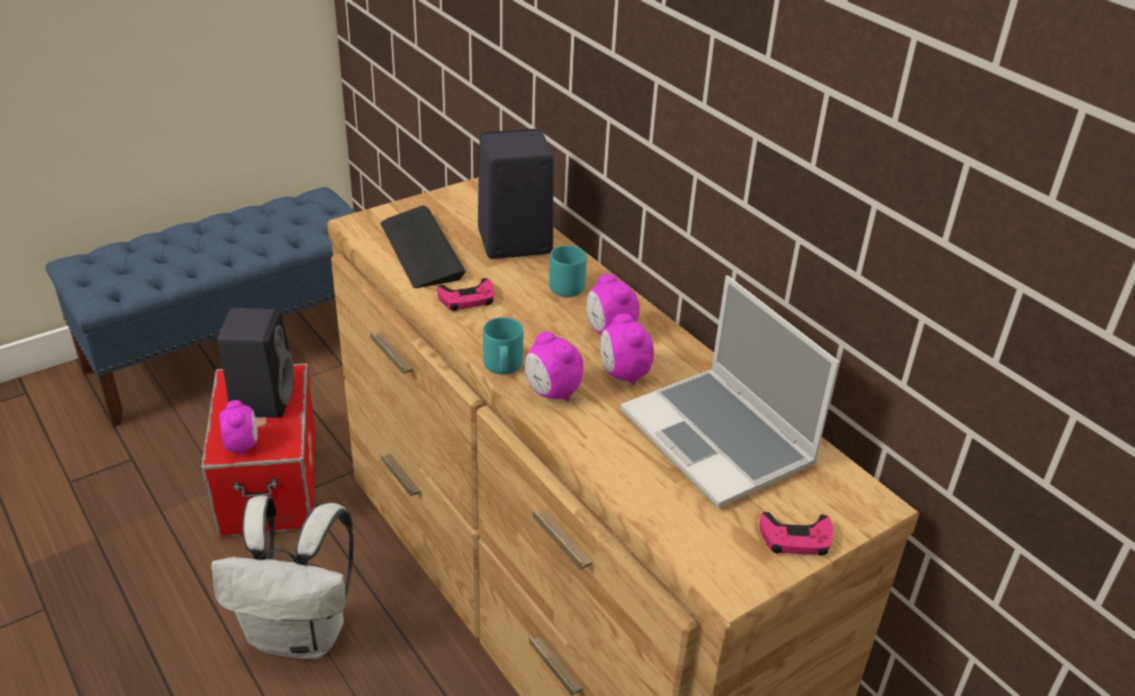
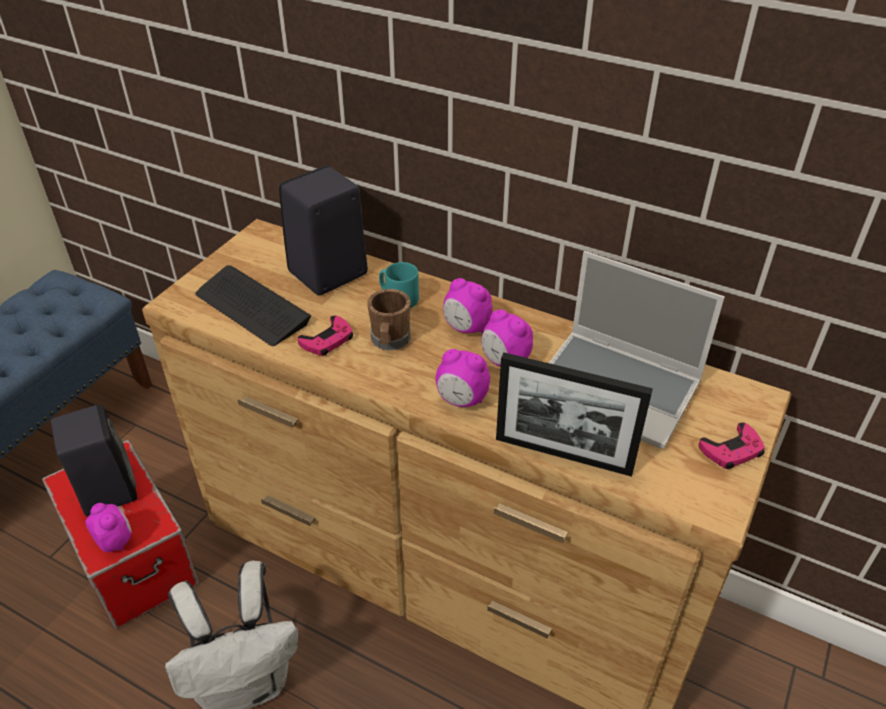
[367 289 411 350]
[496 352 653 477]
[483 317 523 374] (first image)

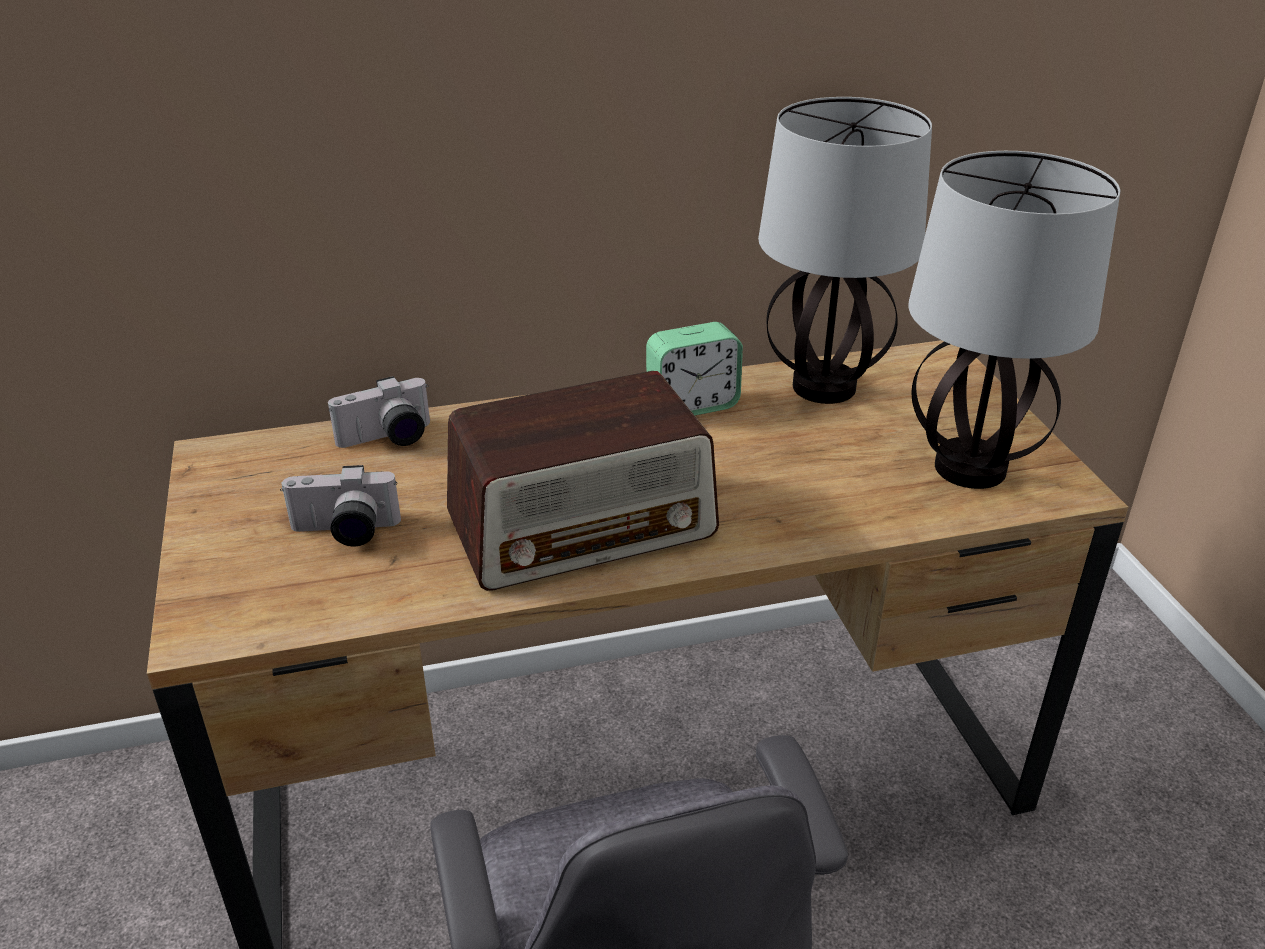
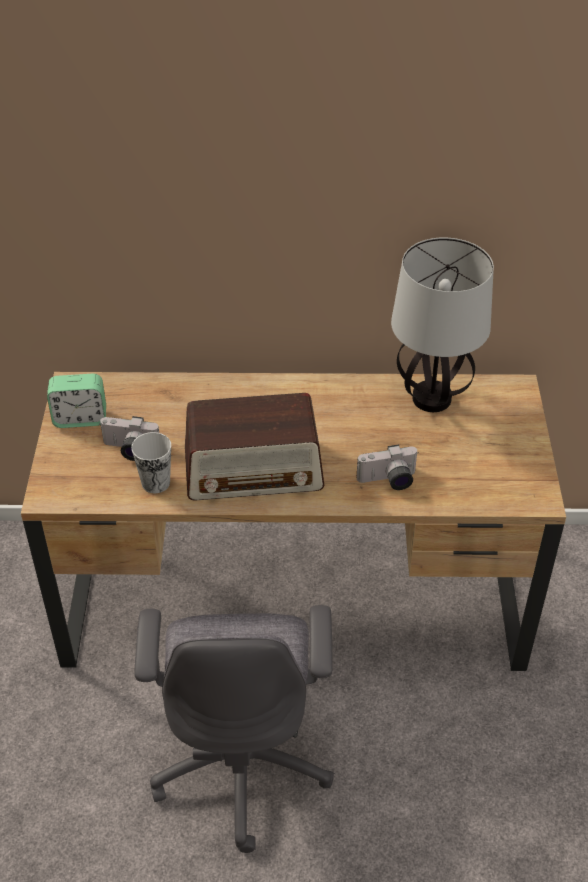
[47 374 106 428]
[131 432 171 493]
[357 444 419 490]
[908 151 1121 489] (first image)

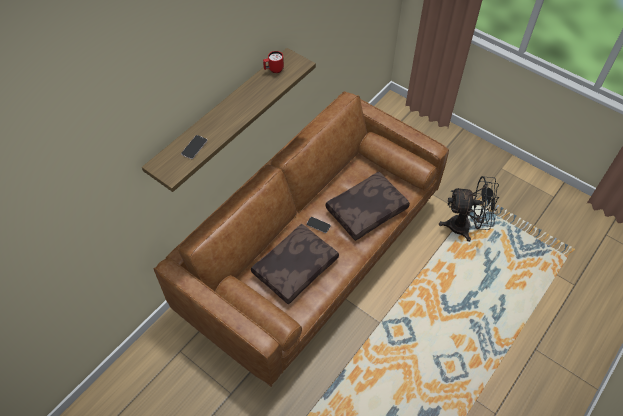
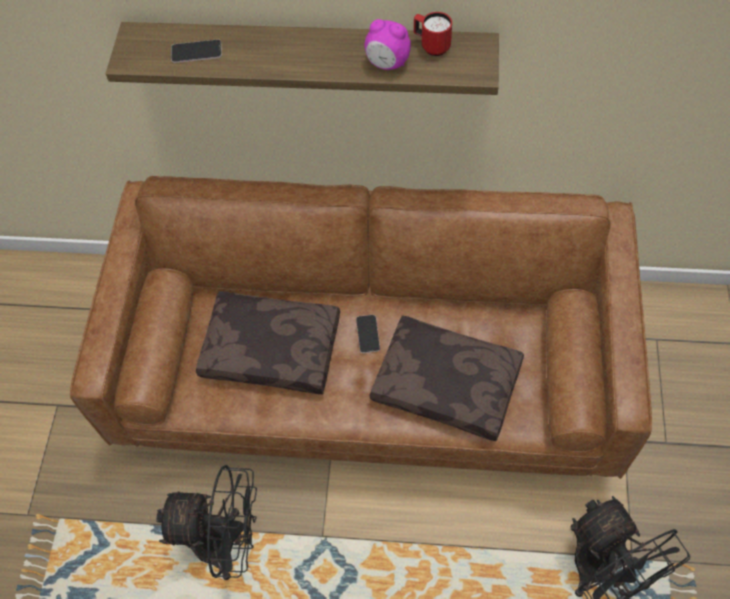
[156 465 257 580]
[365 19 411 70]

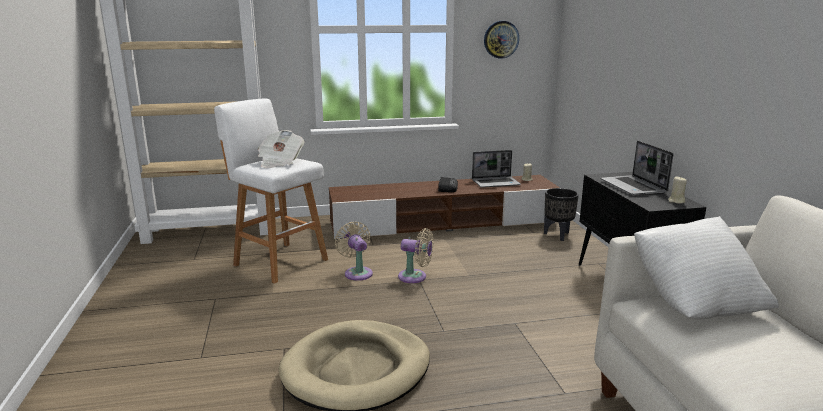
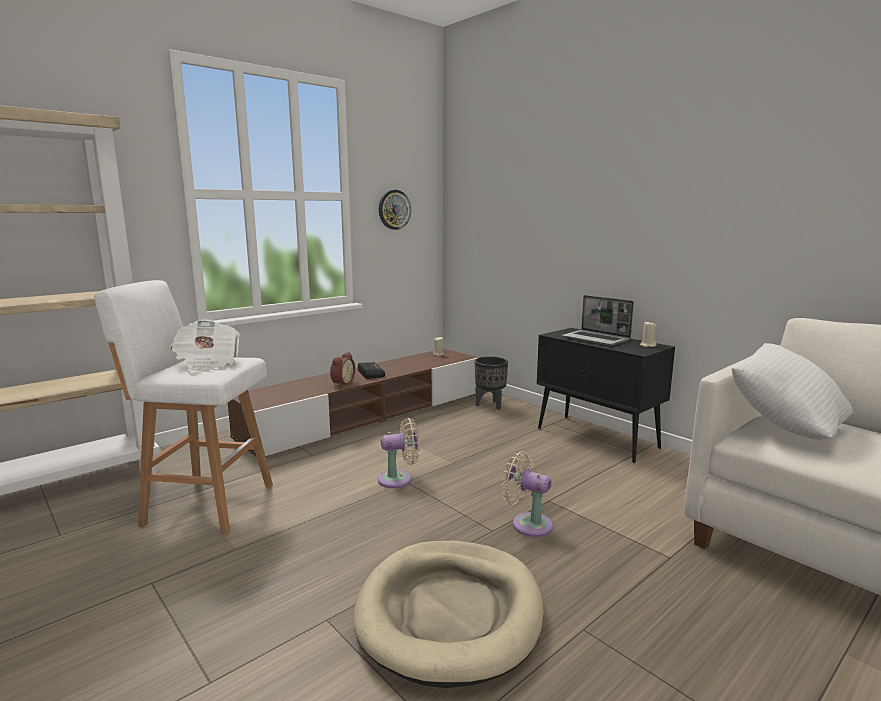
[330 352 355 387]
[502 451 553 537]
[472 150 521 188] (first image)

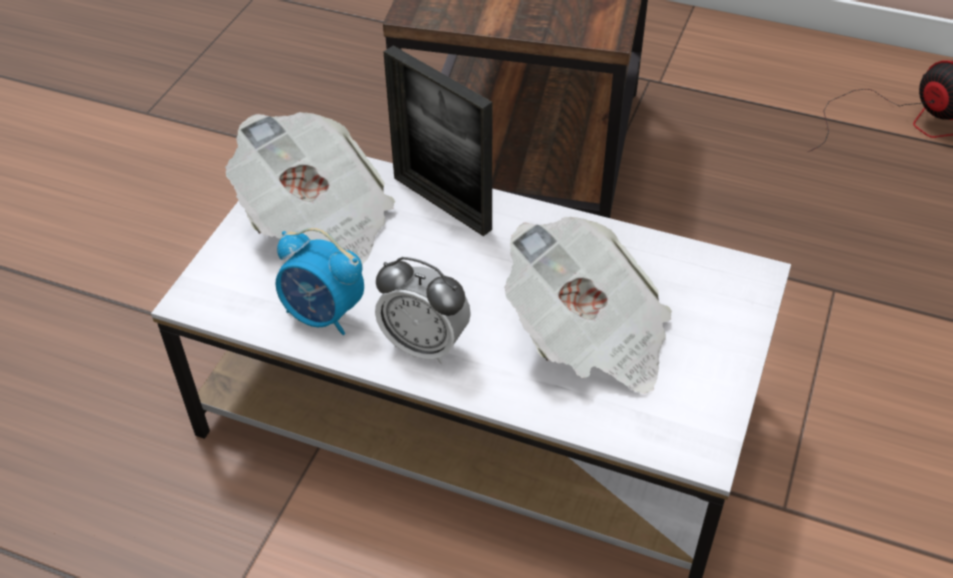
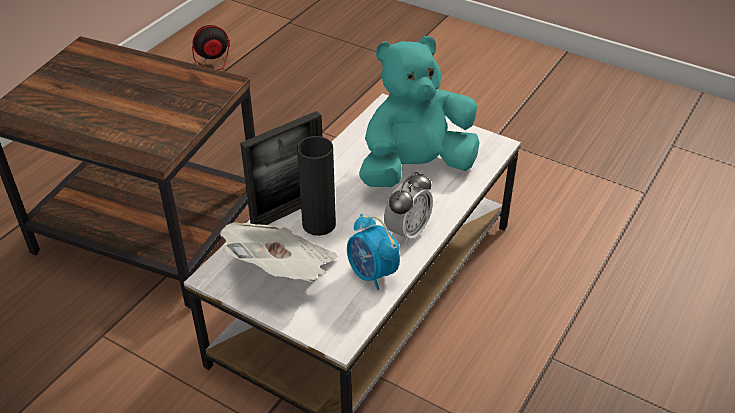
[297 136 336 236]
[347 214 400 290]
[359 36 480 187]

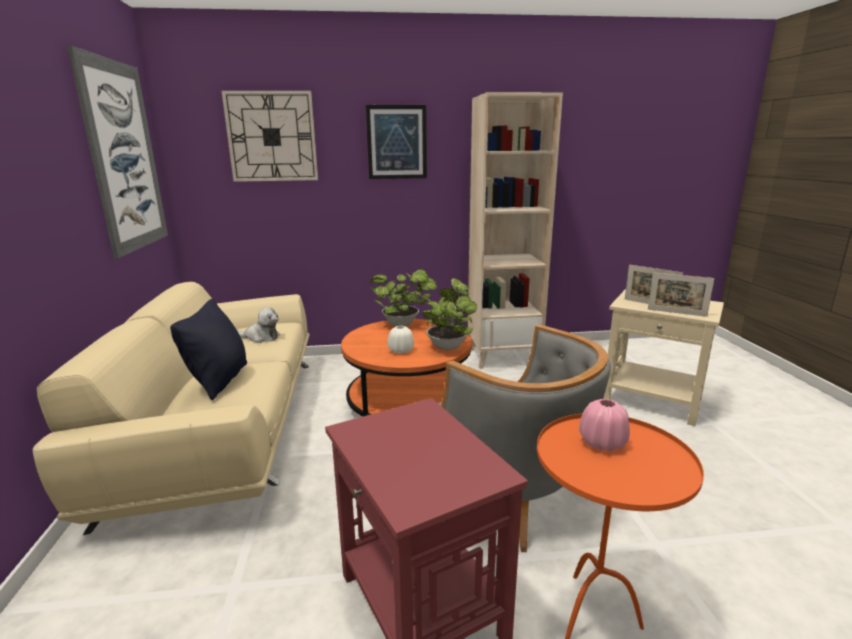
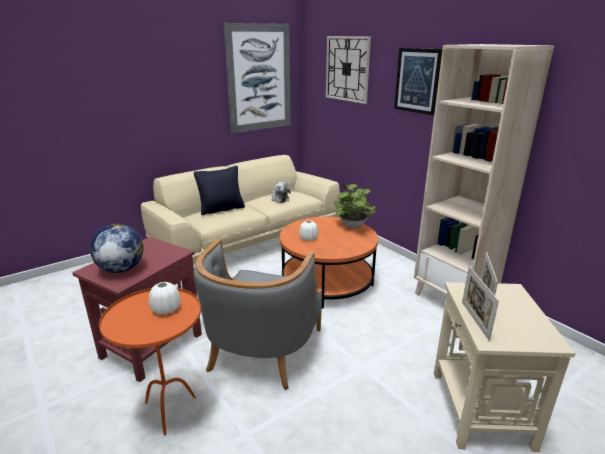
[90 224 144 273]
[149 282 181 315]
[422 278 477 350] (first image)

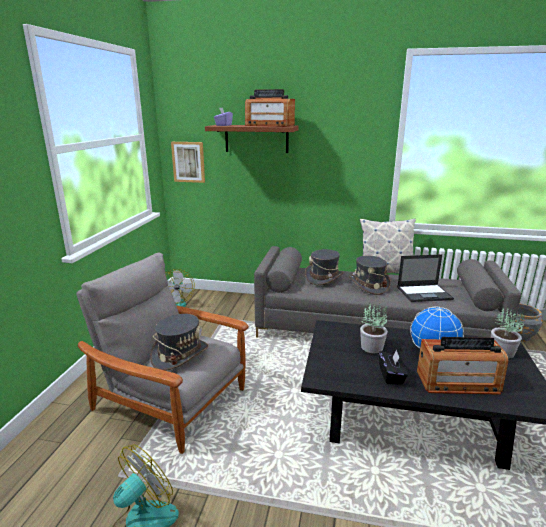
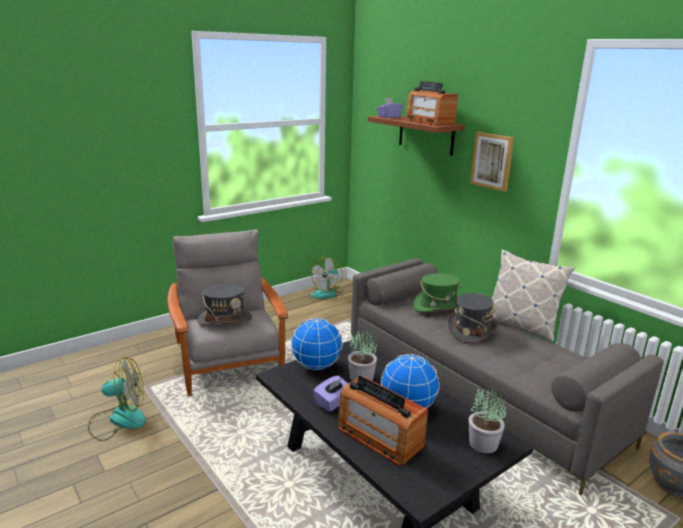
[291 318 343 370]
[313 376 348 412]
[413 273 462 312]
[470 132 514 192]
[397 254 454 302] (first image)

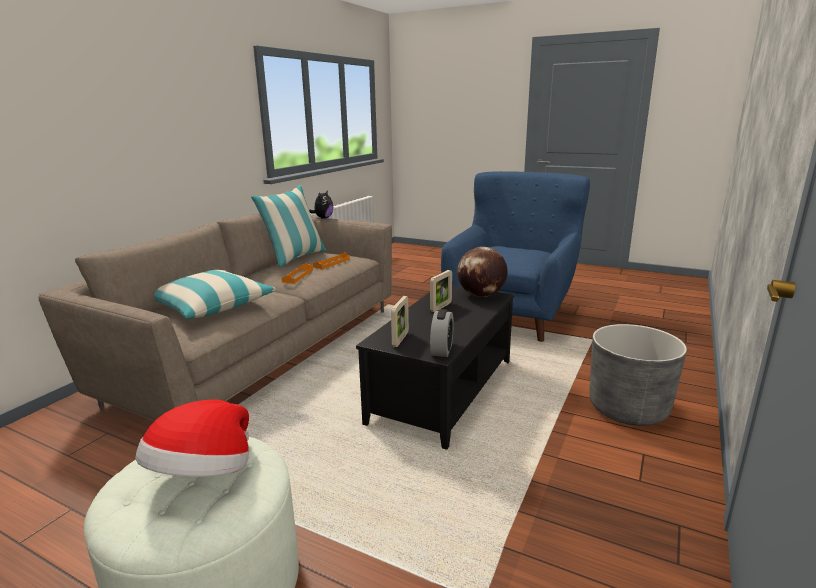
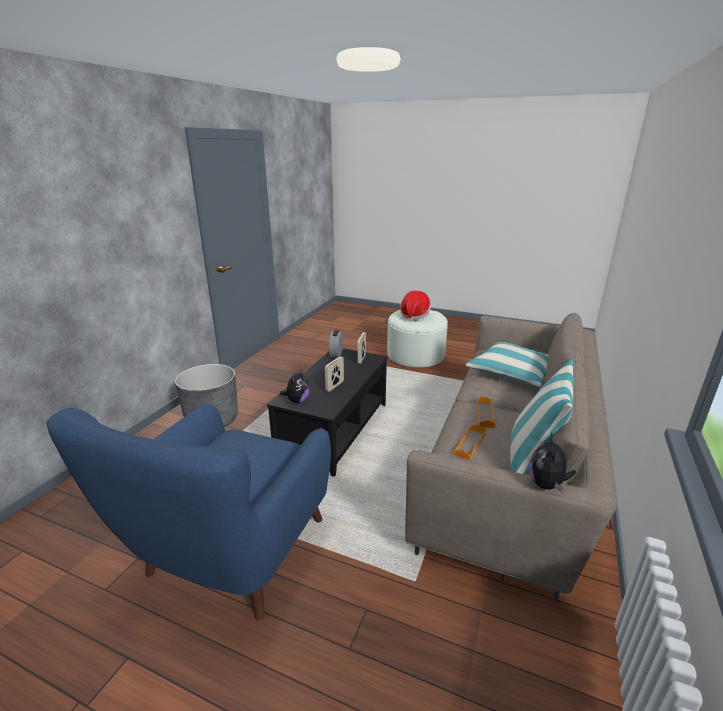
[280 369 310 403]

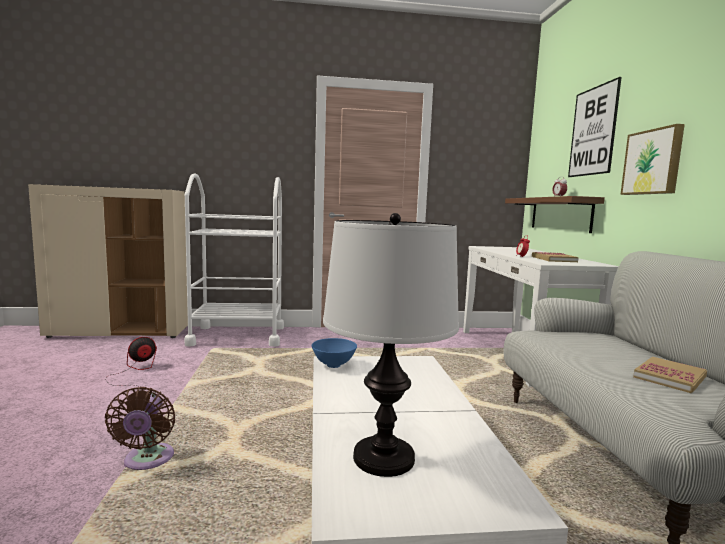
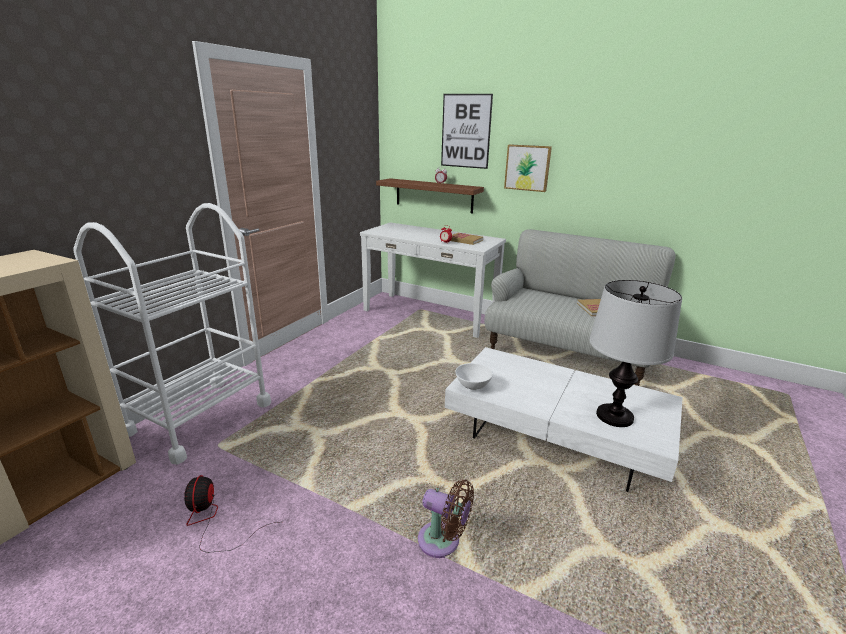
[455 363 493 390]

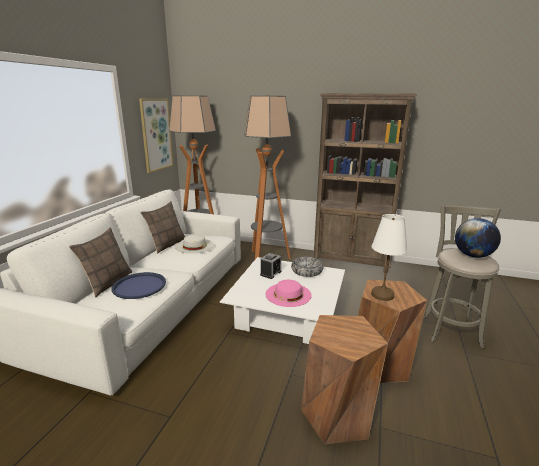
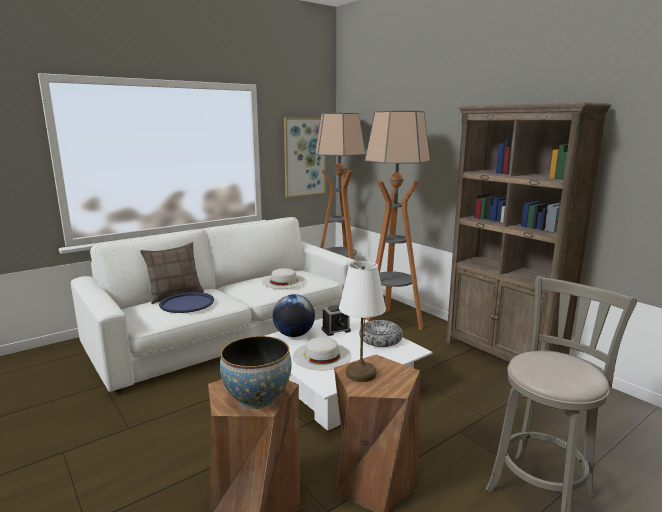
[220 336 292 409]
[273 294 315 337]
[293 337 351 370]
[141 201 185 254] (first image)

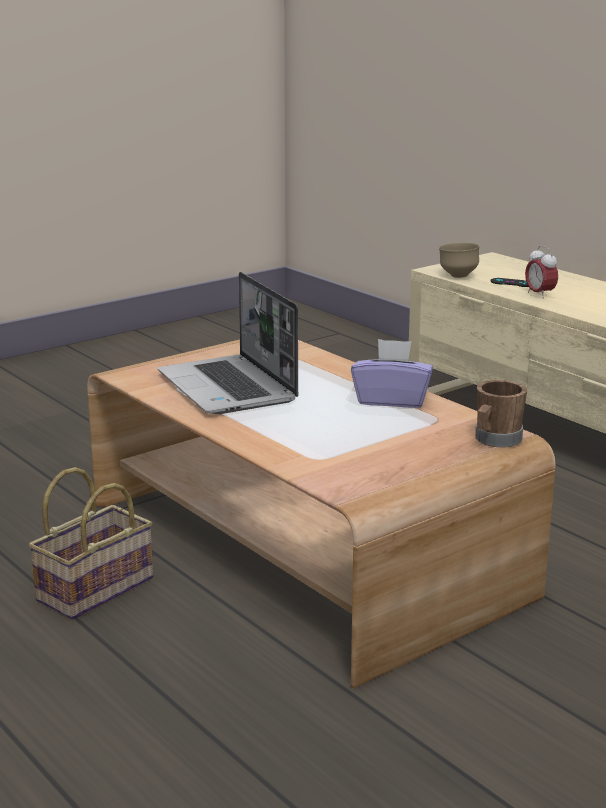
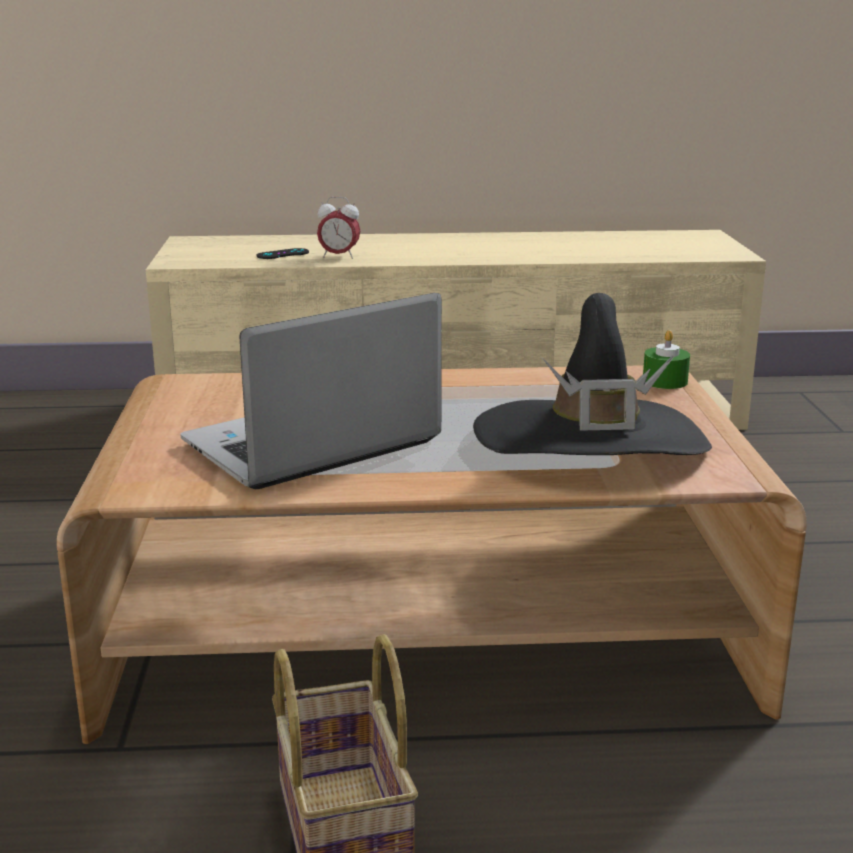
[180 293 442 489]
[473 293 712 455]
[643 330 690 389]
[351 339 433 408] (first image)
[439 243 480 278] (first image)

